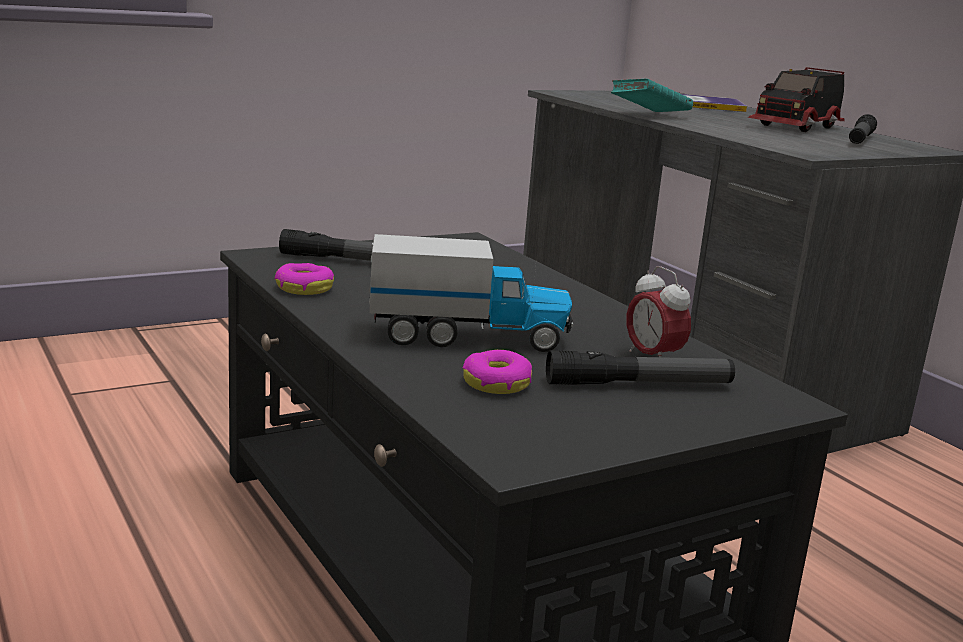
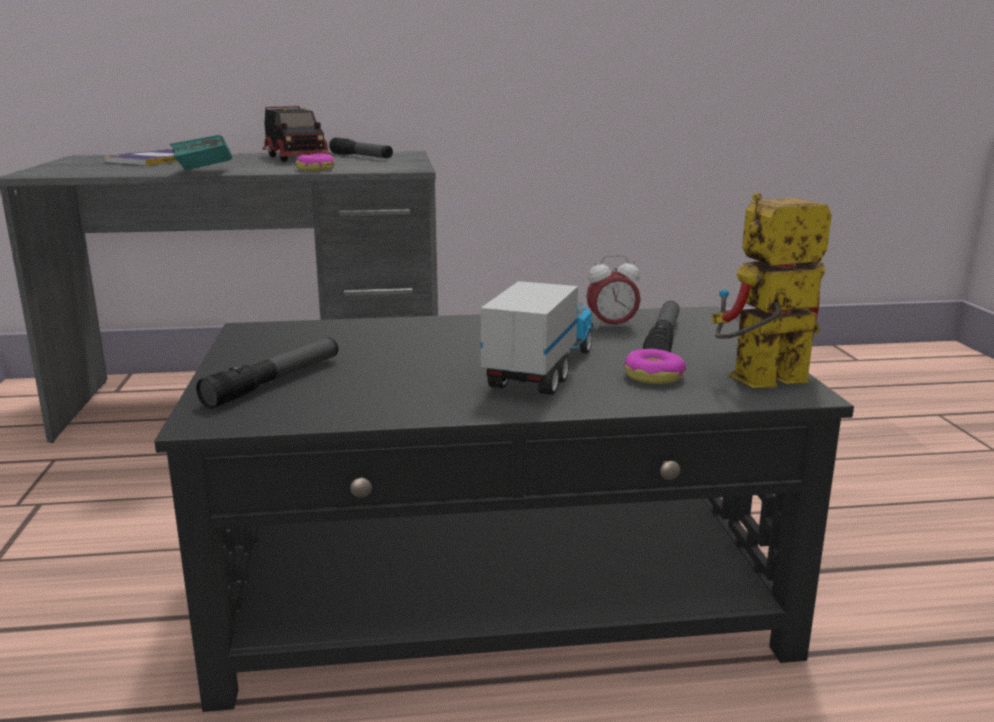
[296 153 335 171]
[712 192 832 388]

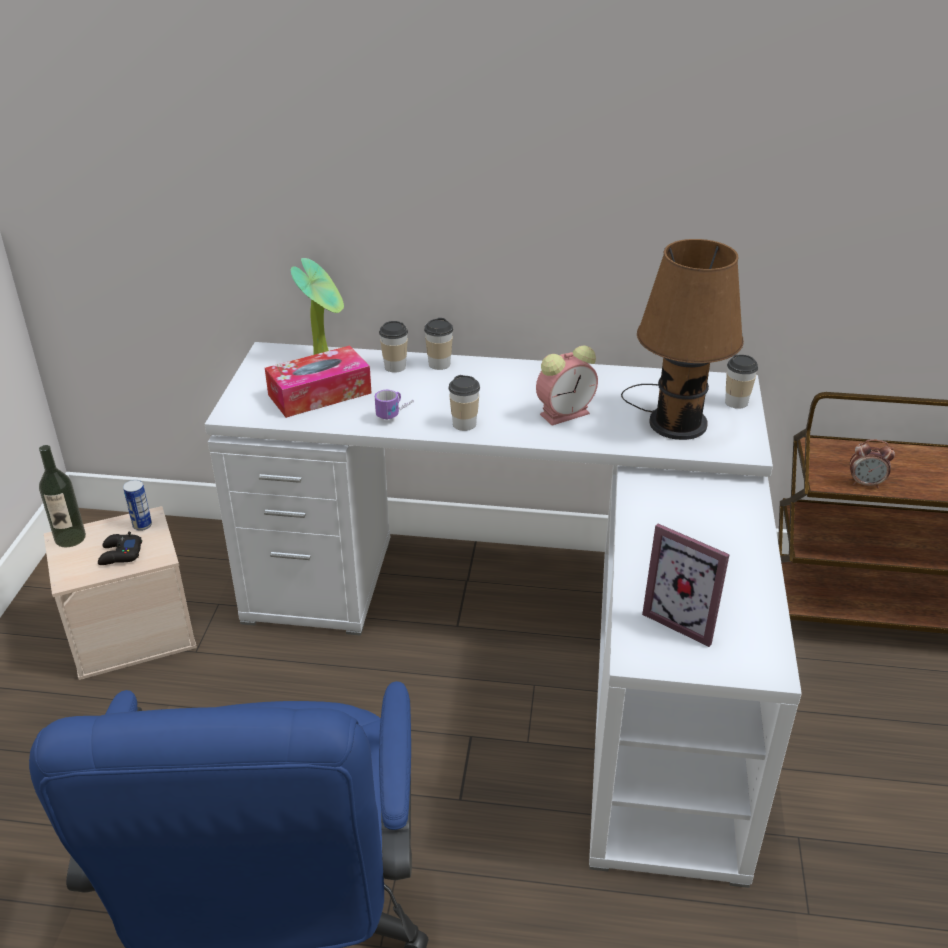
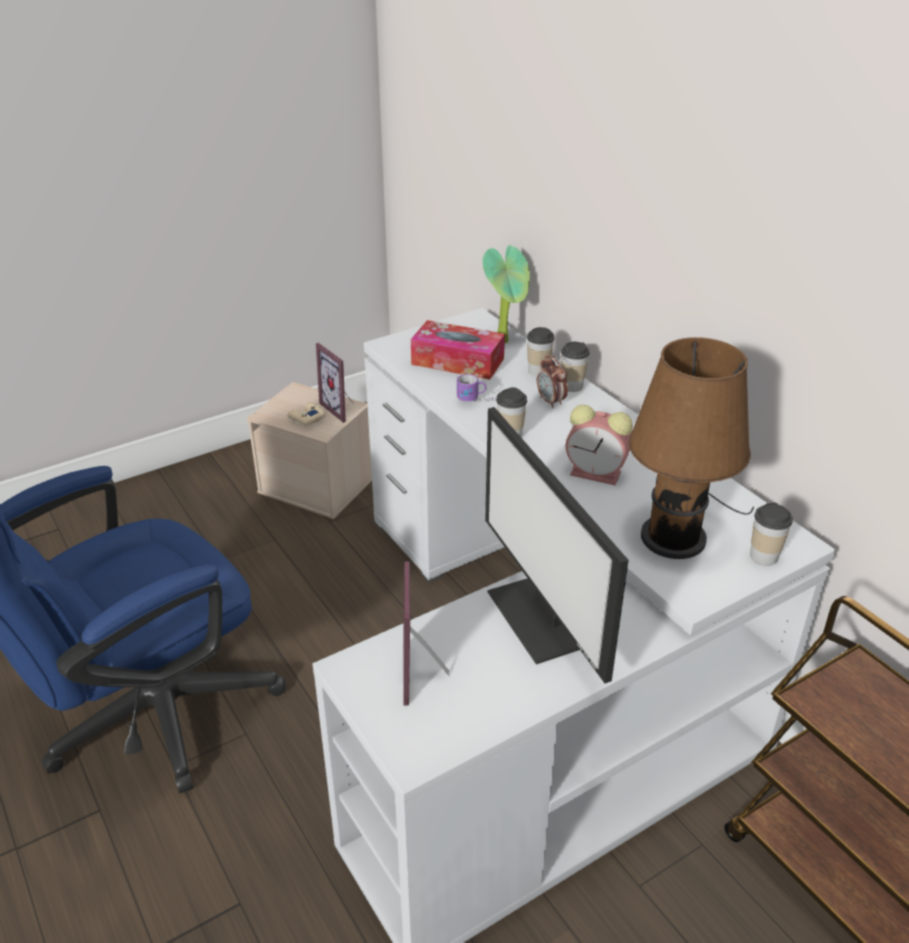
[288 402 326 426]
[316 343 355 423]
[485 407 629 683]
[537 355 568 408]
[39 445 86 547] (first image)

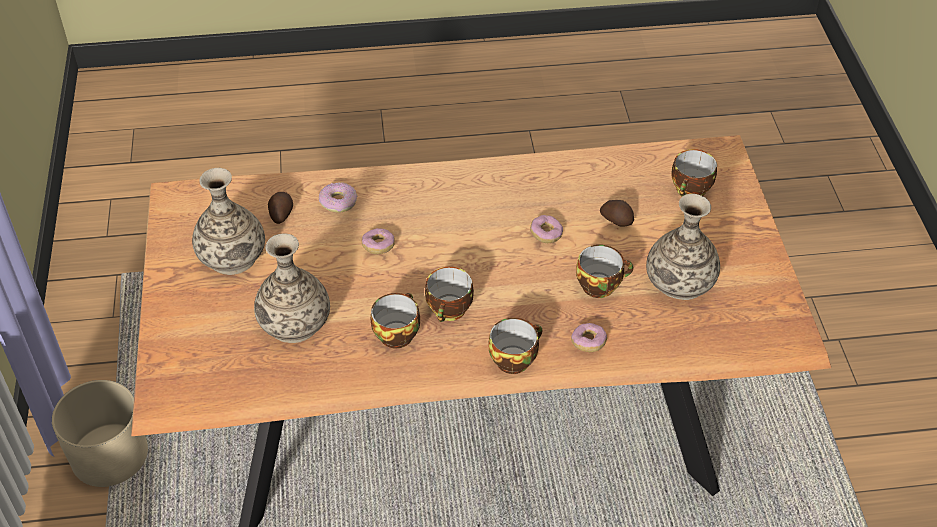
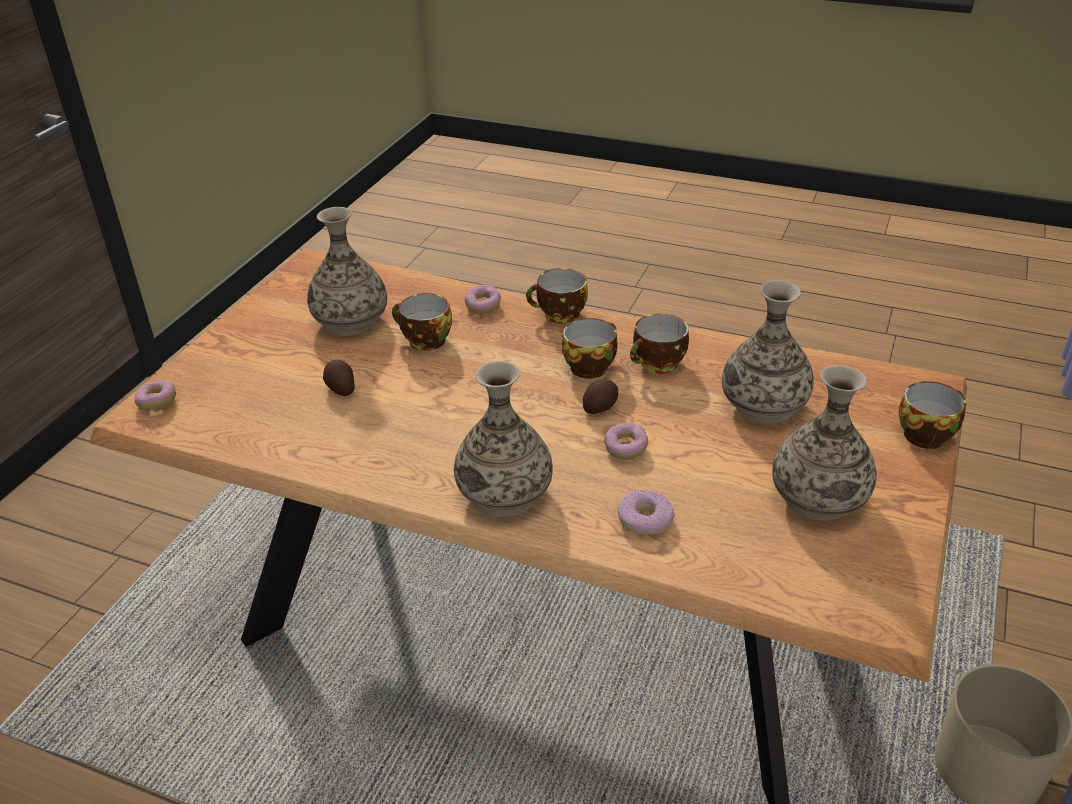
[135 380 176 411]
[454 361 553 517]
[583 380 618 414]
[899 381 966 449]

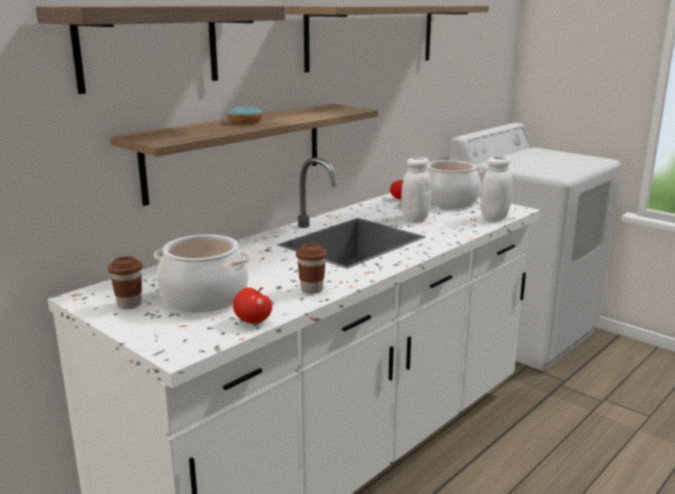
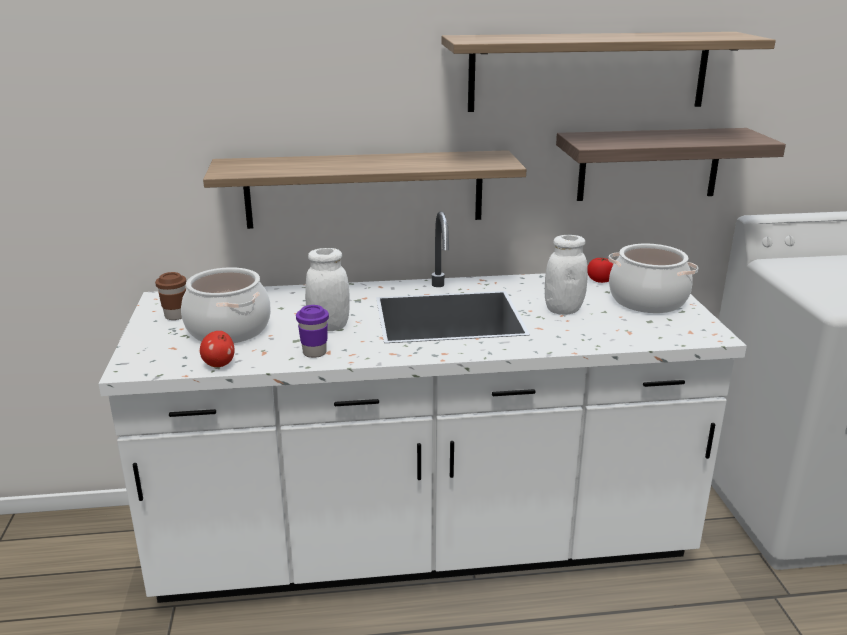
[296 305 329 358]
[305 248 350 331]
[556 128 786 201]
[227 106 262 124] (first image)

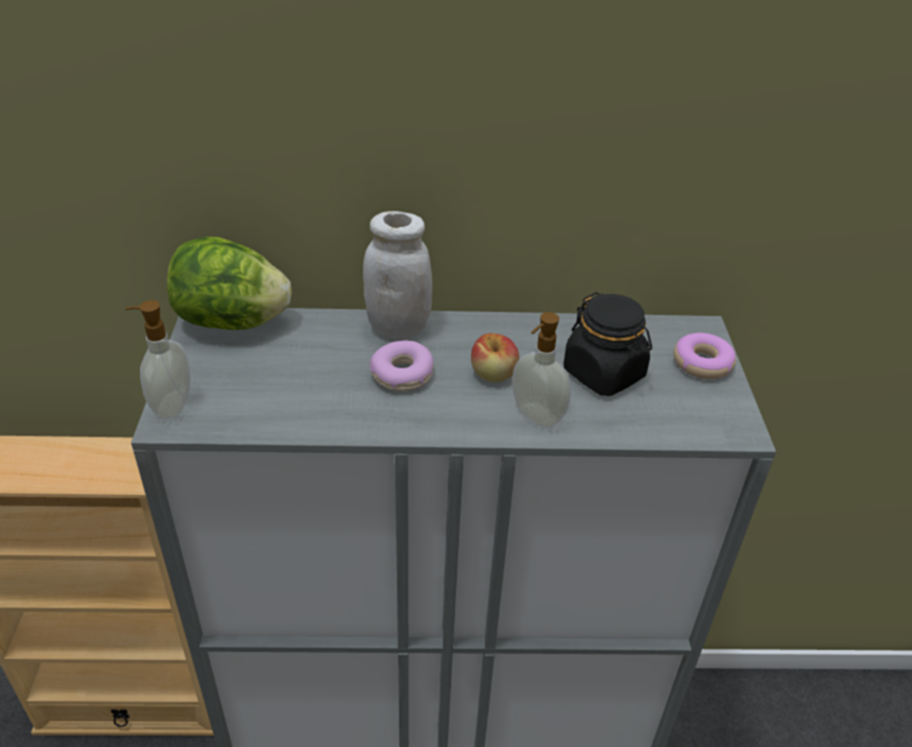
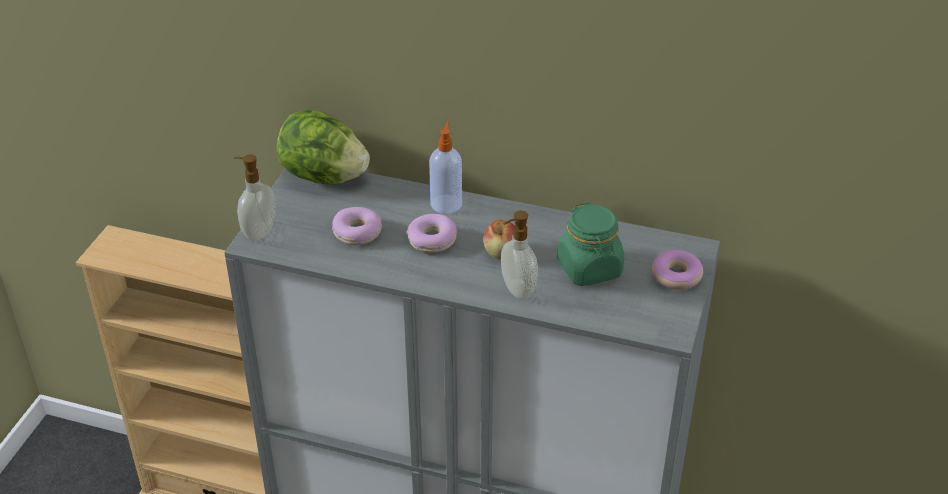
[332 207 382 245]
[429 121 462 214]
[557 202 624 286]

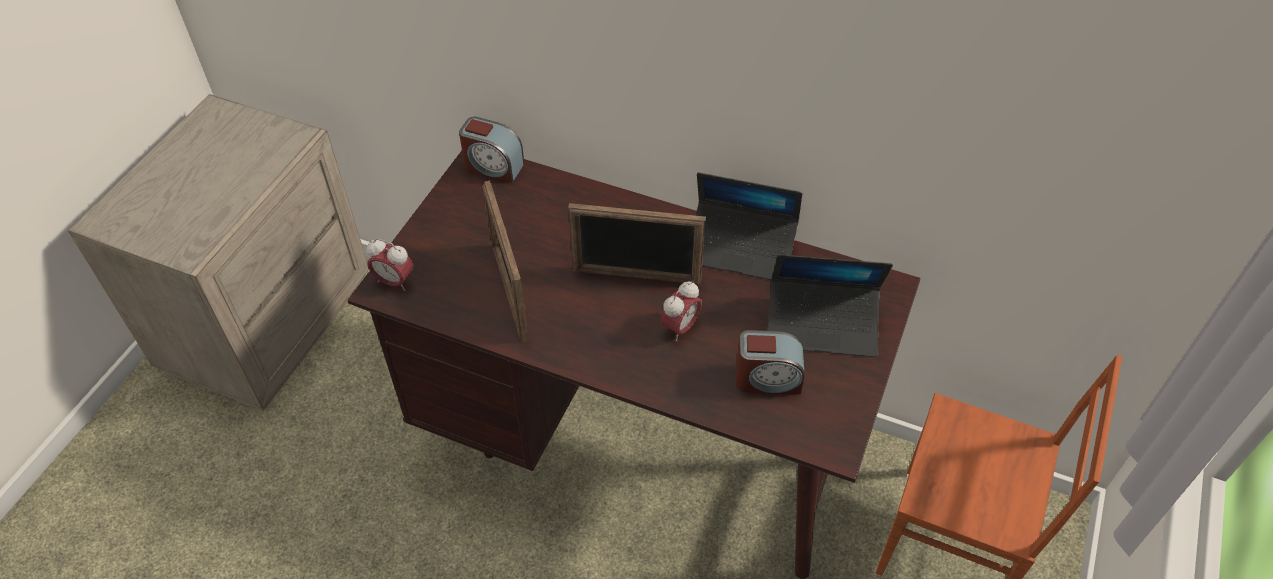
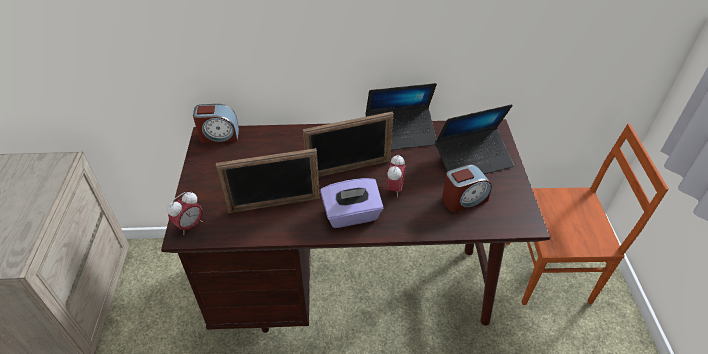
[167 192 203 235]
[216 148 320 213]
[320 178 384 228]

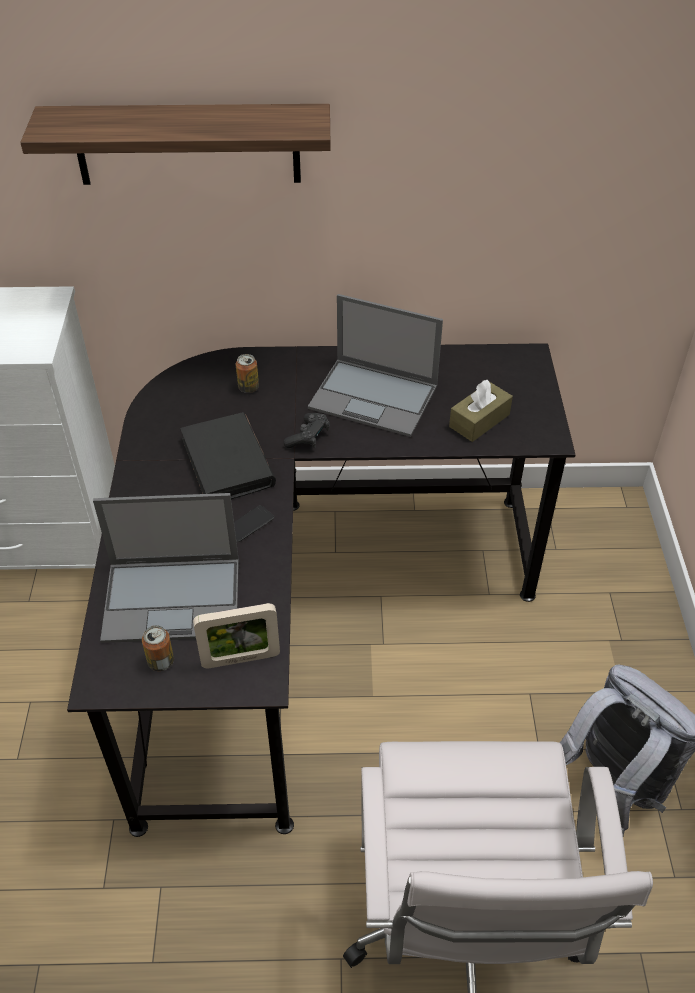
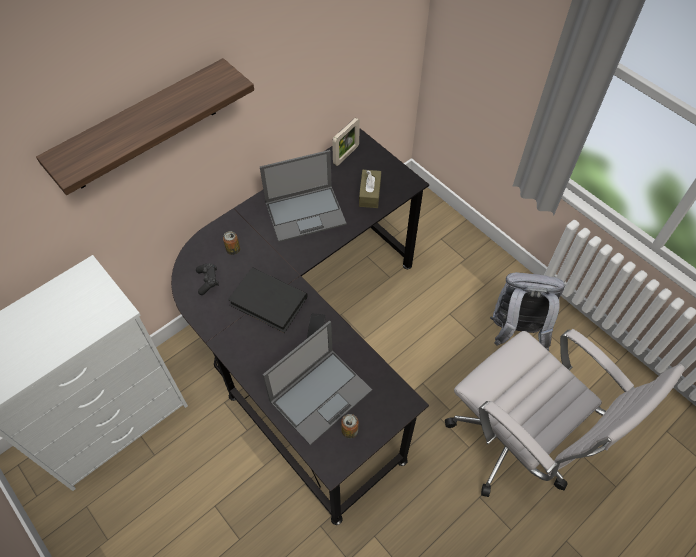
[196 263 219 295]
[332 118 360 166]

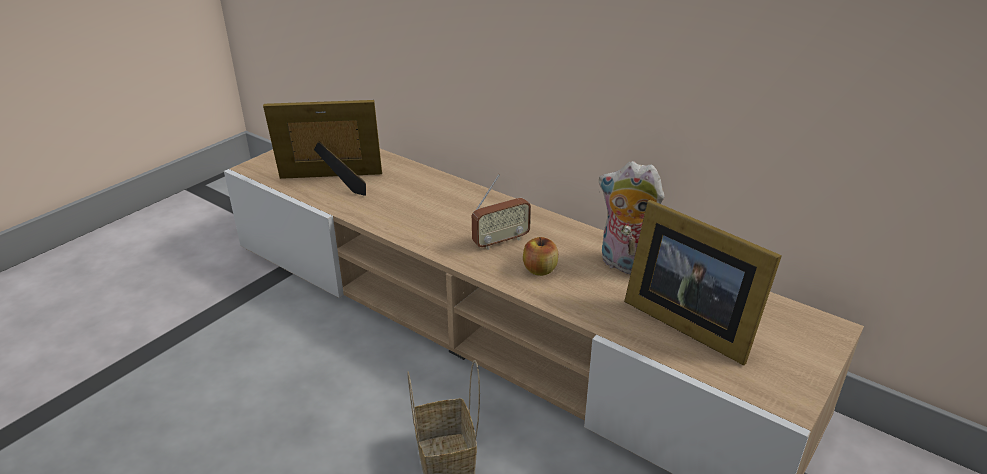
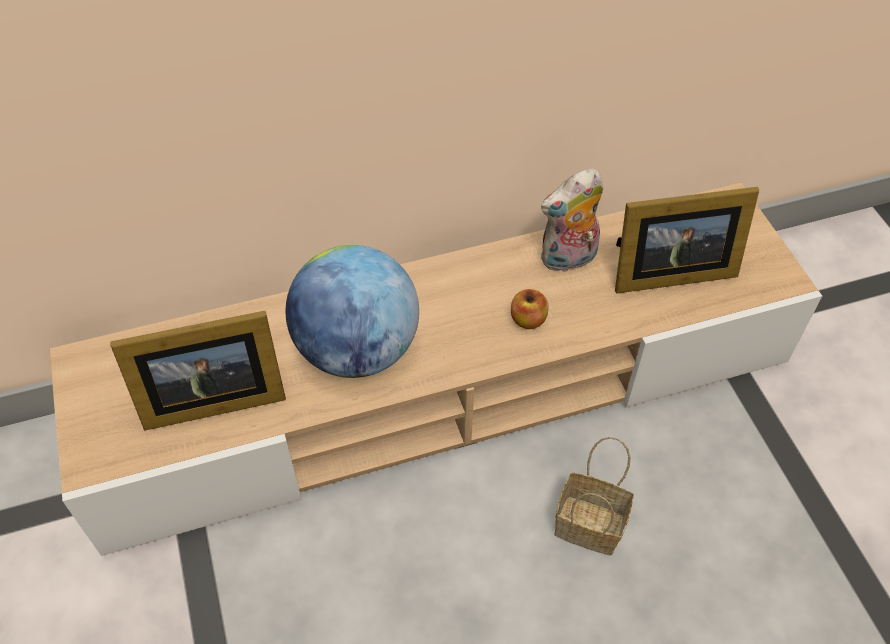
[110 311 286 431]
[286 245 419 378]
[472 174 531 250] (first image)

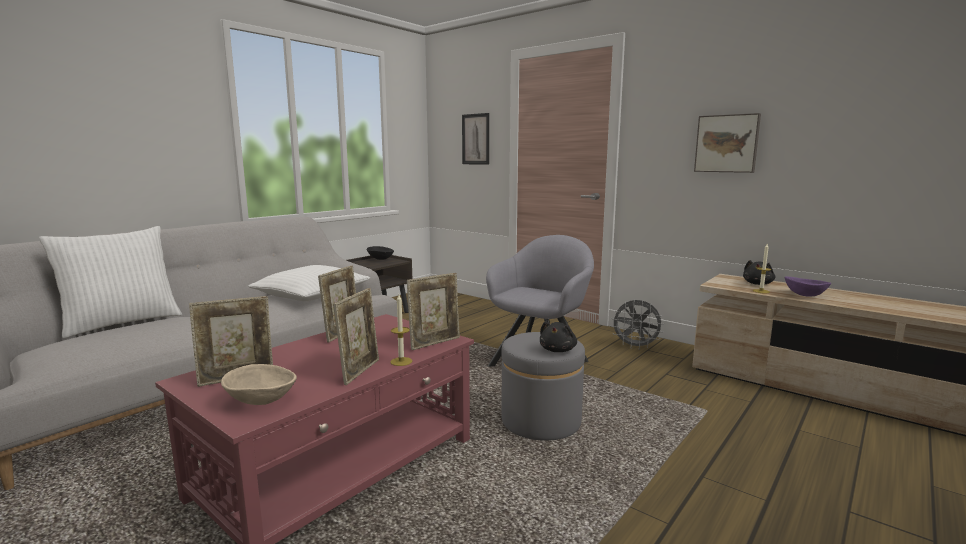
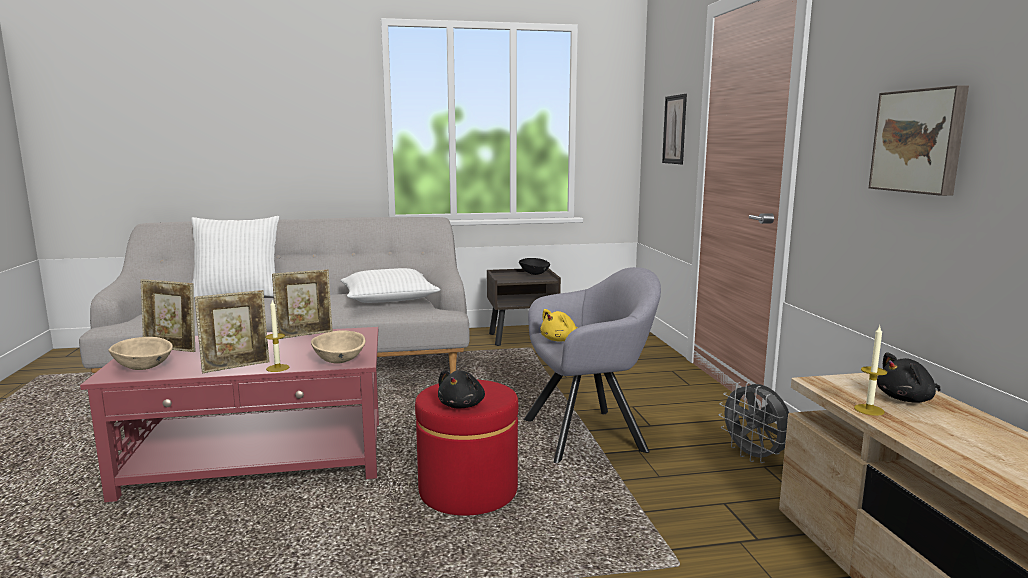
[311 330 366 364]
[415 380 518 516]
[438 370 485 408]
[541 309 578 341]
[784 276 831 297] (first image)

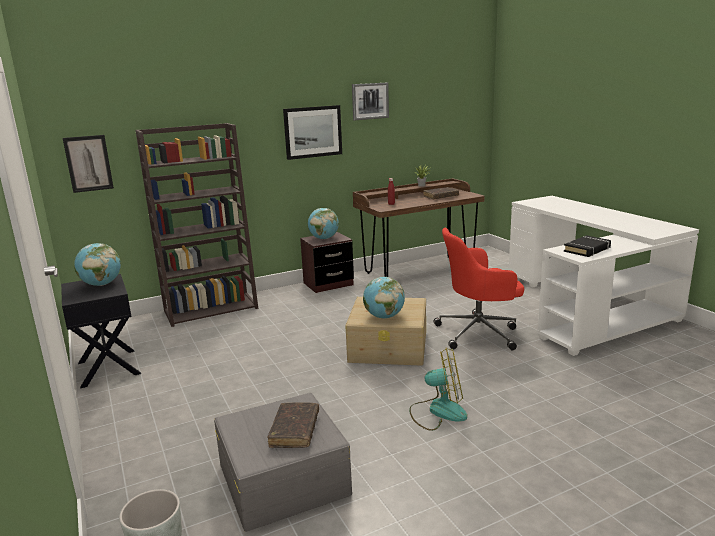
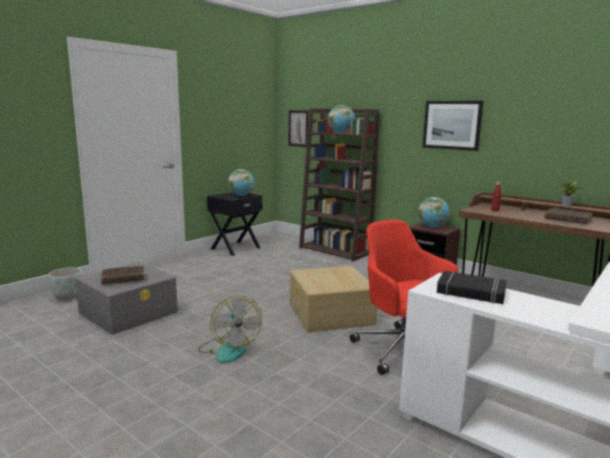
[328 105 355 134]
[352 83 389 120] (first image)

